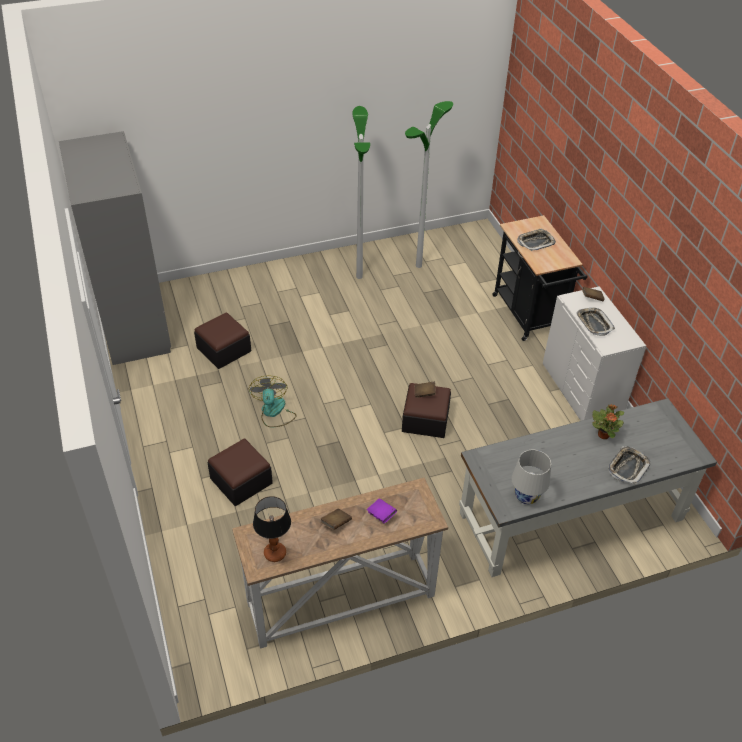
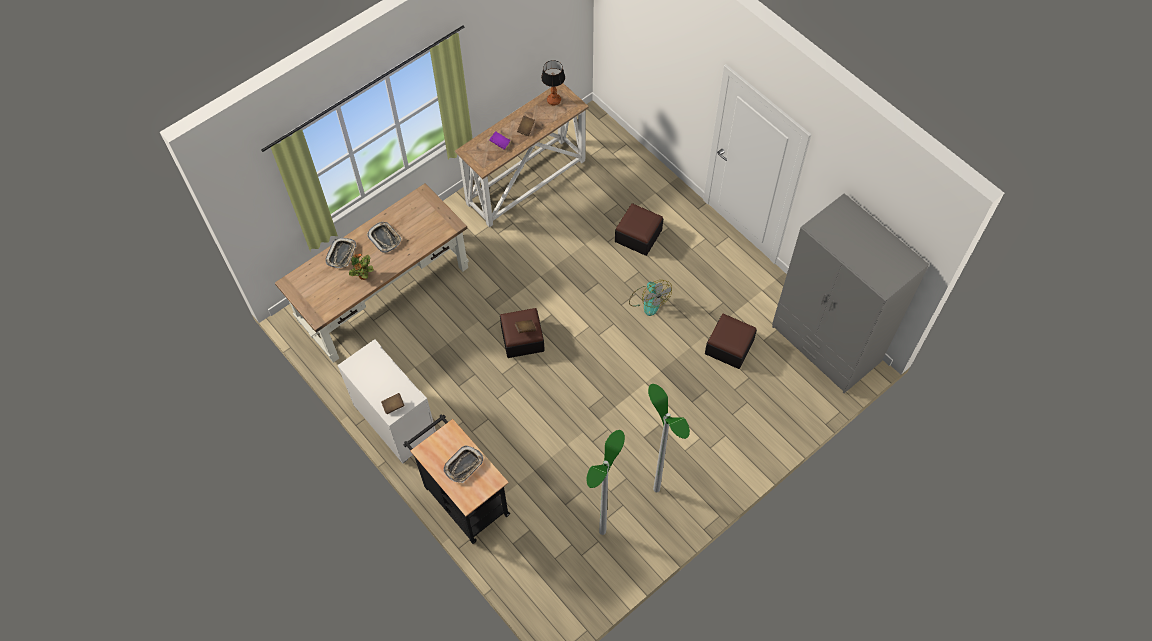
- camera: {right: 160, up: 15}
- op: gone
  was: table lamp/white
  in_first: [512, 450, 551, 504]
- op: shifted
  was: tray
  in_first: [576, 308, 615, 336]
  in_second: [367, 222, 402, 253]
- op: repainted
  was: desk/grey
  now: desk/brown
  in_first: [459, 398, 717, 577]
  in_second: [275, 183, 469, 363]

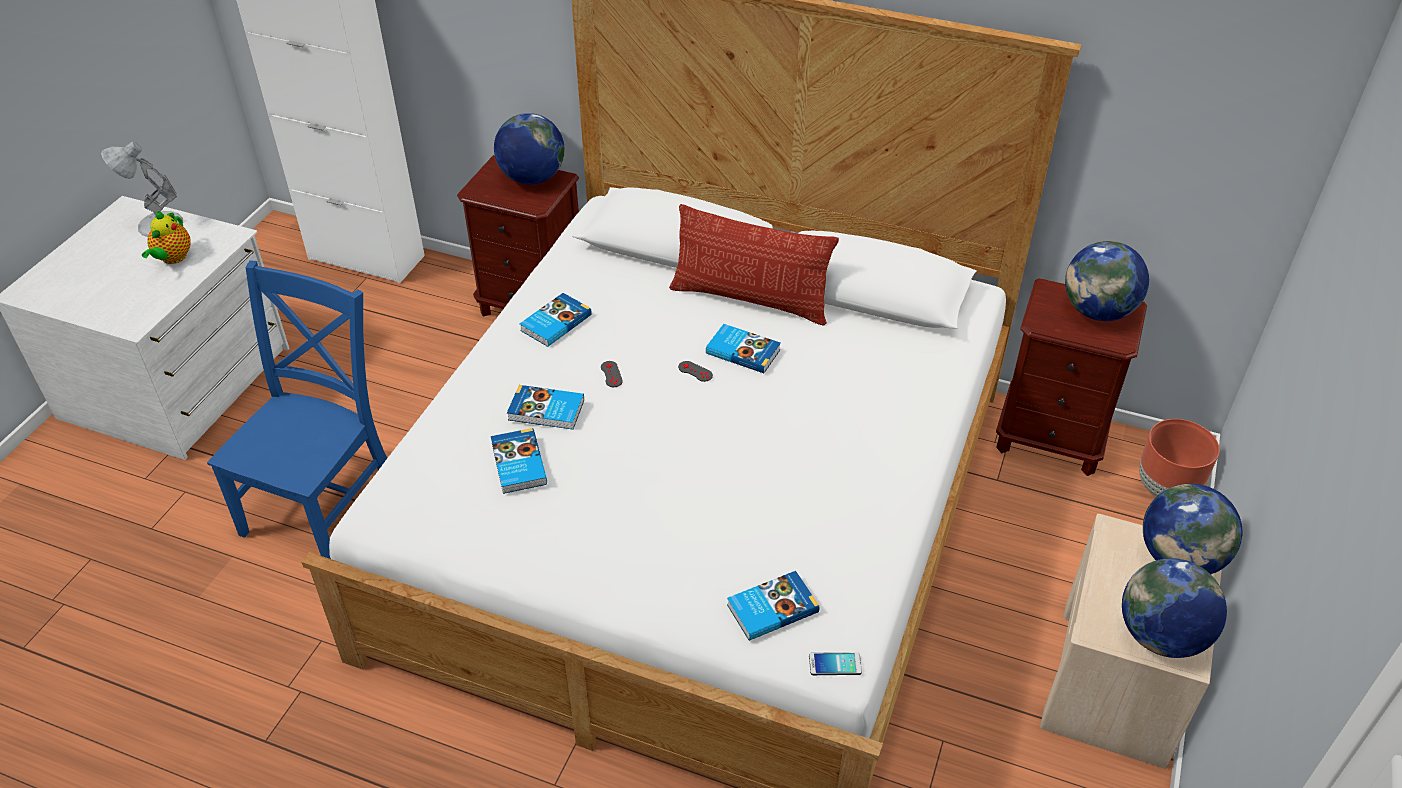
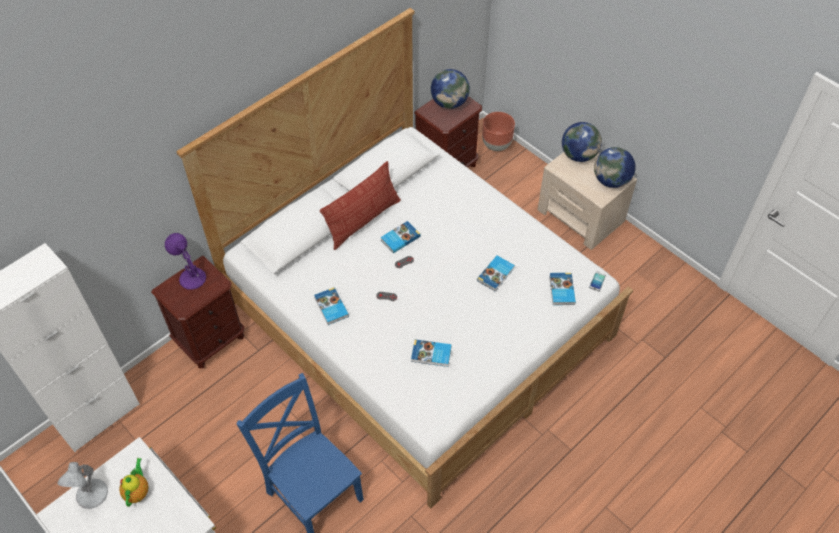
- camera: {right: -65, up: 10}
- op: shifted
  was: book
  in_first: [507, 385, 584, 430]
  in_second: [477, 255, 515, 291]
- op: swapped
  was: globe
  now: table lamp/purple
  in_first: [494, 113, 565, 185]
  in_second: [165, 233, 206, 290]
- op: rotated
  was: teapot
  in_first: [142, 211, 191, 264]
  in_second: [119, 458, 149, 507]
  clockwise: -120

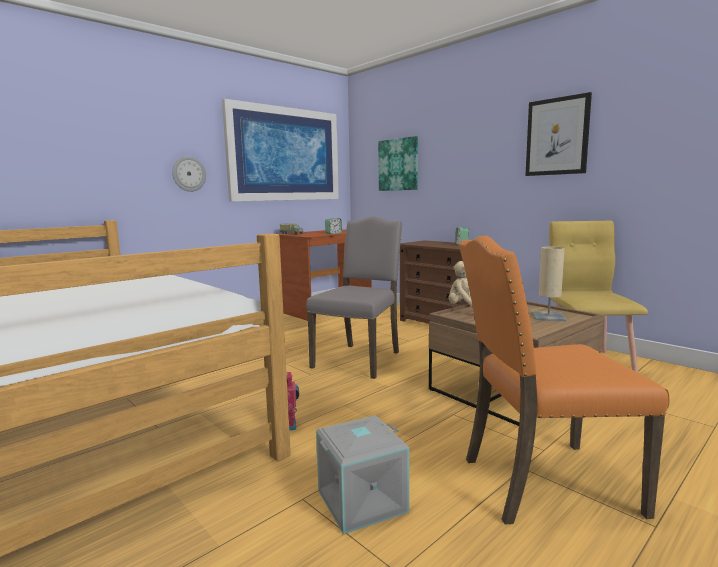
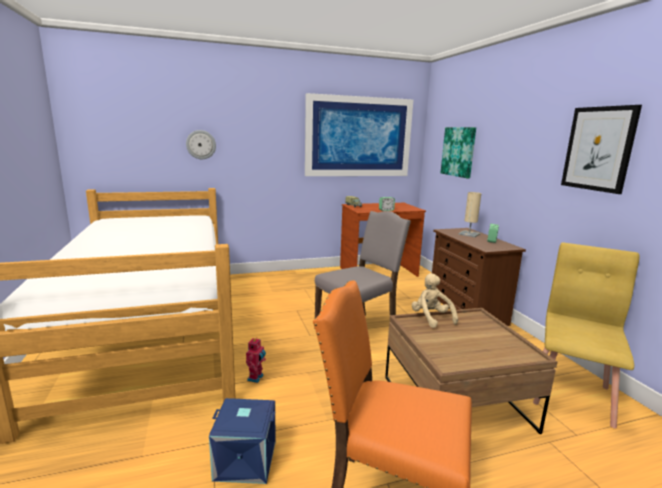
- camera: {right: 25, up: 5}
- op: shifted
  was: wall clock
  in_first: [172, 156, 206, 192]
  in_second: [186, 130, 216, 159]
- op: shifted
  was: table lamp/beige
  in_first: [532, 247, 567, 321]
  in_second: [458, 192, 481, 237]
- op: repainted
  was: storage box/grey
  now: storage box/blue
  in_first: [316, 415, 409, 534]
  in_second: [209, 398, 276, 484]

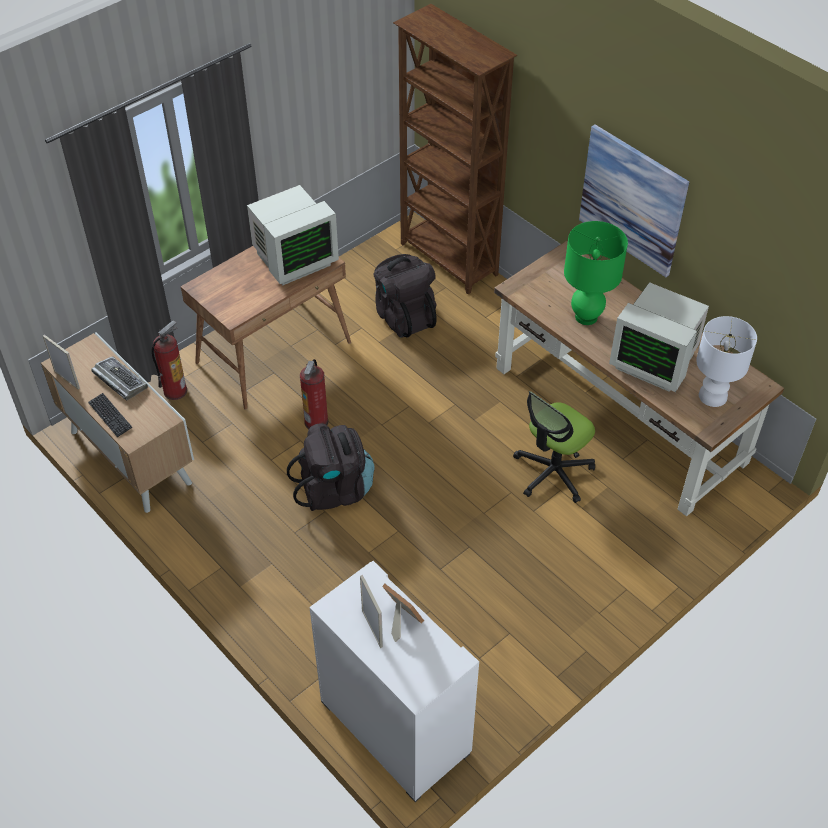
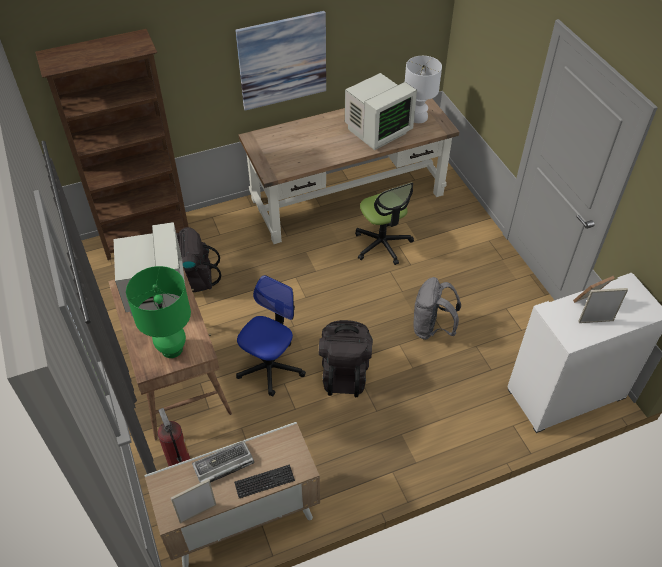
- camera: {right: -70, up: 0}
- op: new
  now: backpack/grey
  in_second: [414, 277, 461, 340]
- op: shifted
  was: table lamp/green
  in_first: [564, 221, 628, 325]
  in_second: [126, 266, 191, 358]
- op: swapped
  was: fire extinguisher
  now: office chair
  in_first: [300, 359, 328, 429]
  in_second: [236, 275, 306, 396]

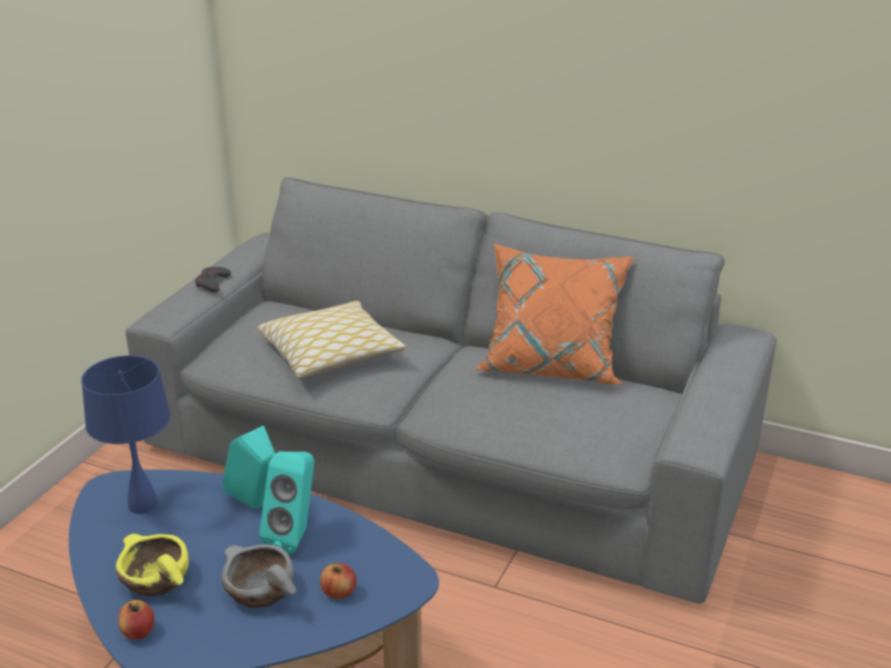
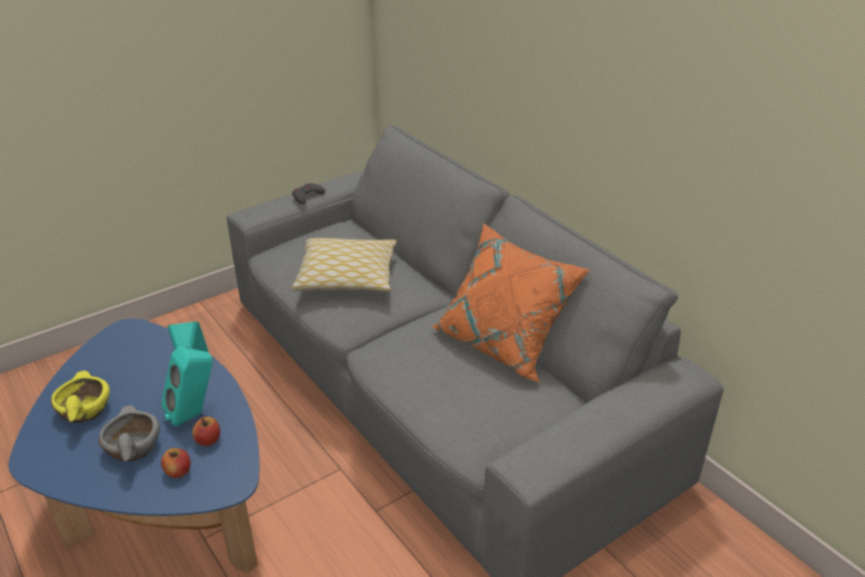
- camera: {right: 30, up: 5}
- op: gone
  was: table lamp/blue
  in_first: [81, 355, 171, 514]
- op: shifted
  was: apple
  in_first: [118, 600, 154, 640]
  in_second: [192, 417, 220, 446]

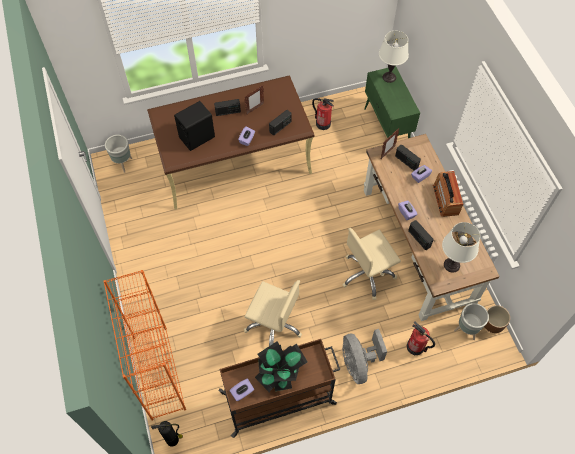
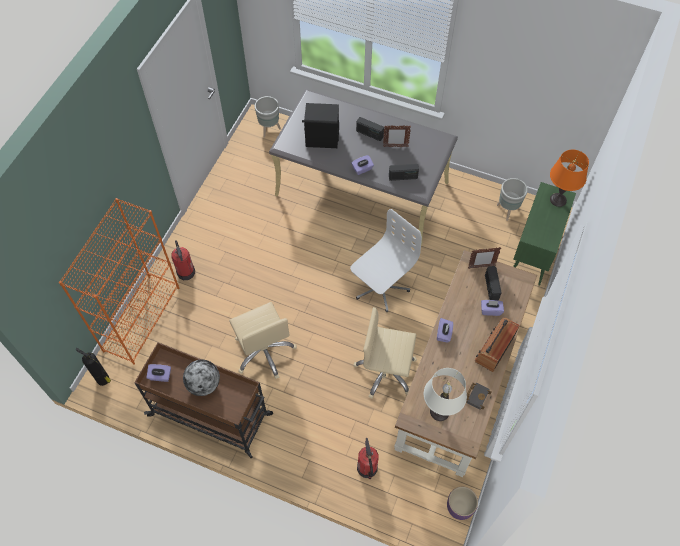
- camera: {right: 40, up: 0}
- op: gone
  was: fan/grey
  in_first: [342, 329, 387, 384]
- op: gone
  was: radio
  in_first: [408, 220, 434, 250]
- op: new
  now: office chair/white
  in_second: [350, 209, 422, 313]
- op: shifted
  was: fire extinguisher
  in_first: [312, 98, 334, 130]
  in_second: [171, 240, 195, 280]
- op: shifted
  was: planter/grey
  in_first: [454, 303, 489, 340]
  in_second: [497, 178, 528, 221]
- op: swapped
  was: potted plant
  now: globe
  in_first: [255, 342, 308, 392]
  in_second: [183, 360, 220, 396]
- op: repainted
  was: desk/brown
  now: desk/grey
  in_first: [147, 75, 314, 209]
  in_second: [269, 89, 458, 246]
- op: repainted
  was: table lamp/white
  now: table lamp/orange
  in_first: [379, 31, 409, 83]
  in_second: [550, 149, 589, 207]
- op: repainted
  was: planter/brown
  now: planter/purple
  in_first: [484, 305, 510, 333]
  in_second: [447, 487, 478, 520]

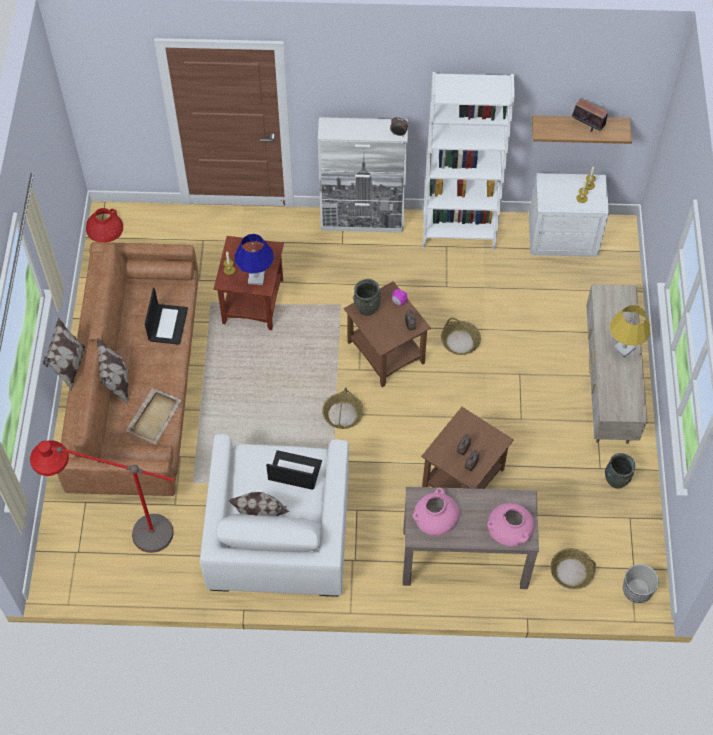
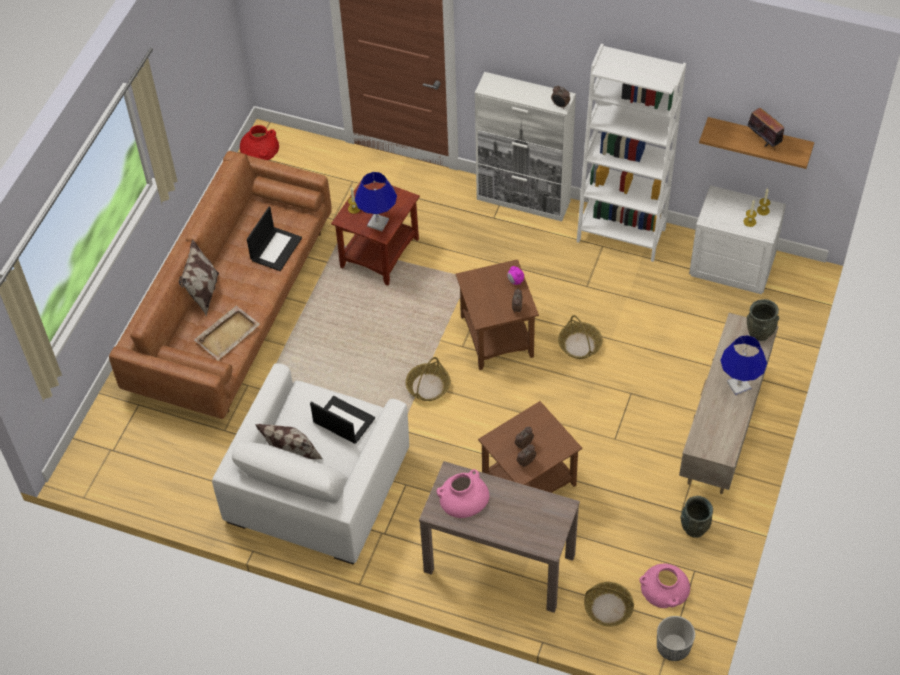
- camera: {right: 20, up: -5}
- op: gone
  was: floor lamp/red
  in_first: [30, 440, 174, 553]
- op: gone
  was: pillow
  in_first: [43, 317, 85, 391]
- op: shifted
  was: vase/grey
  in_first: [353, 279, 381, 316]
  in_second: [747, 299, 779, 341]
- op: shifted
  was: vase/pink
  in_first: [487, 503, 535, 546]
  in_second: [639, 564, 690, 608]
- op: repainted
  was: table lamp/yellow
  now: table lamp/blue
  in_first: [610, 305, 651, 357]
  in_second: [720, 335, 767, 395]

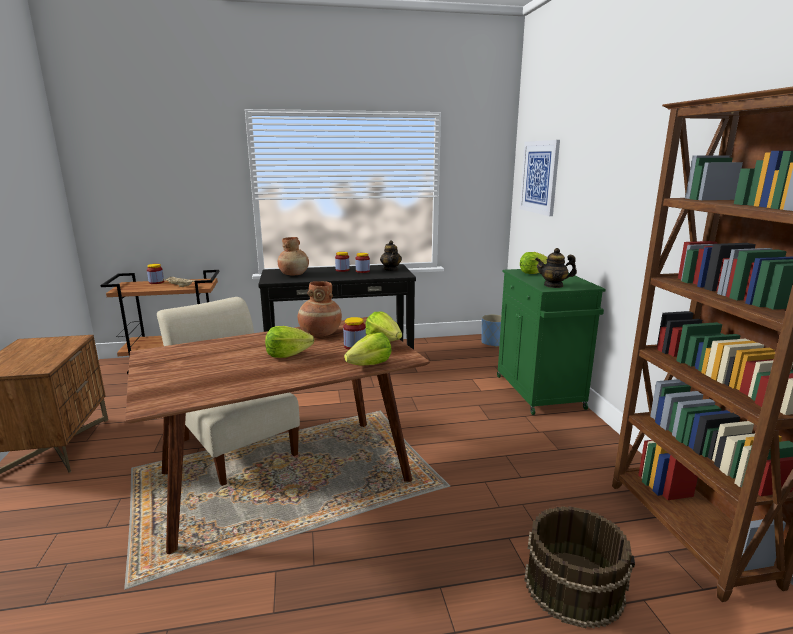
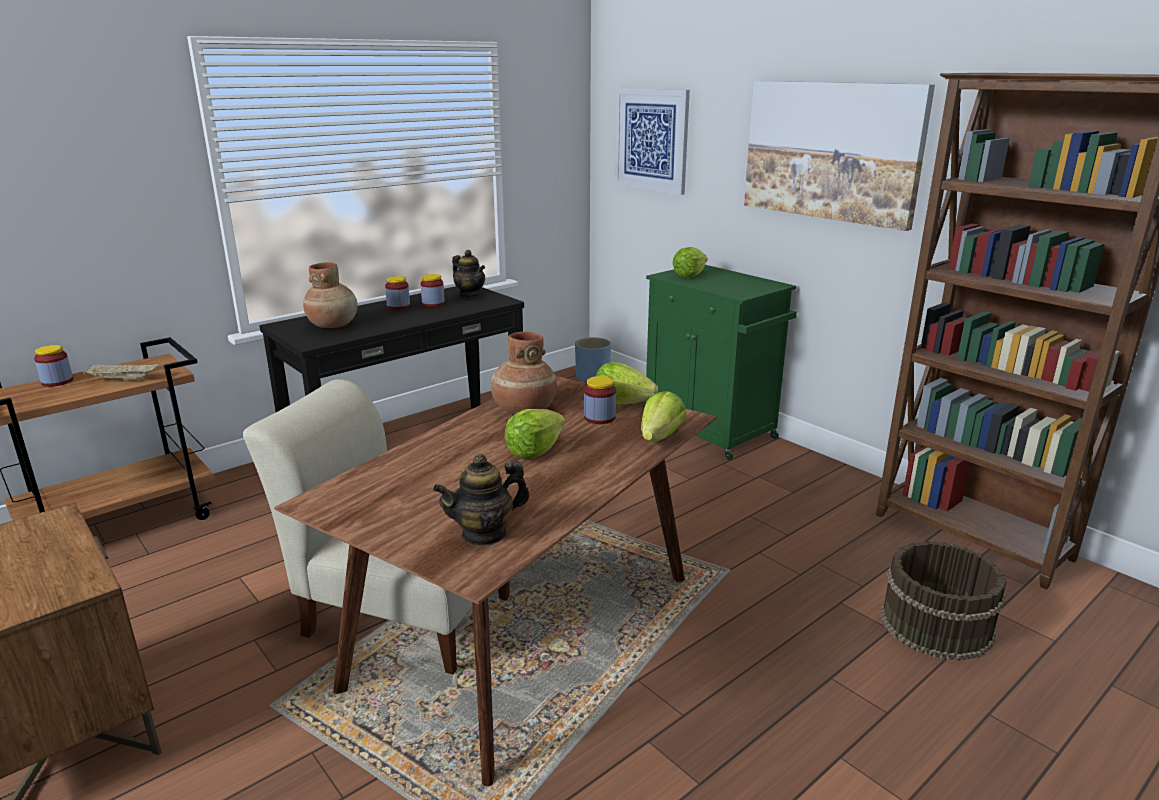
- camera: {right: -30, up: 5}
- op: new
  now: picture
  in_second: [744, 81, 935, 231]
- op: shifted
  was: teapot
  in_first: [535, 248, 577, 288]
  in_second: [433, 454, 530, 546]

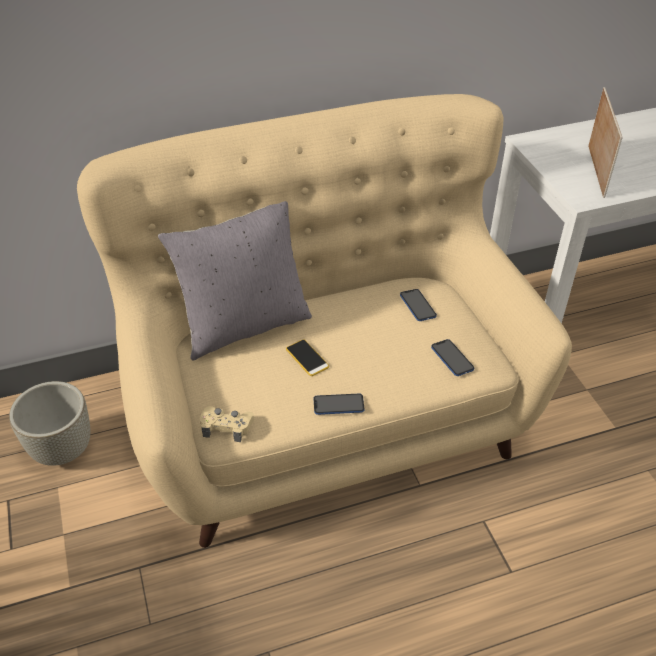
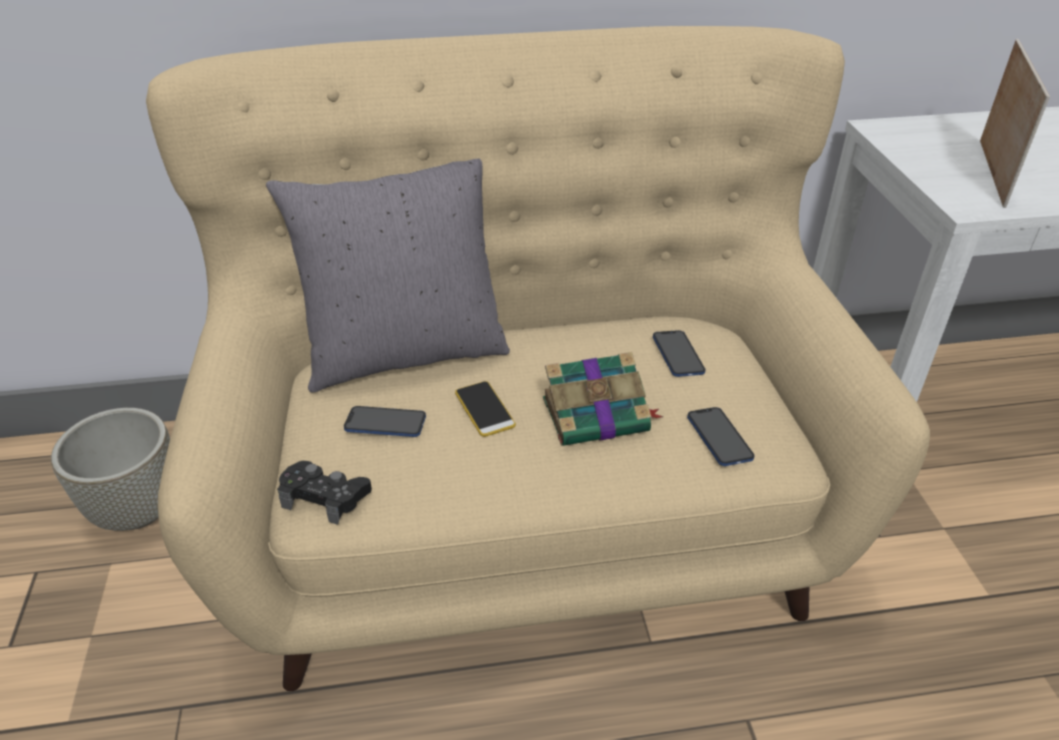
- camera: {right: 10, up: -5}
- op: new
  now: book
  in_second: [543, 352, 663, 446]
- op: shifted
  was: phone
  in_first: [313, 393, 365, 415]
  in_second: [344, 406, 426, 437]
- op: repainted
  was: game controller/beige
  now: game controller/black
  in_first: [200, 406, 254, 442]
  in_second: [277, 461, 372, 525]

